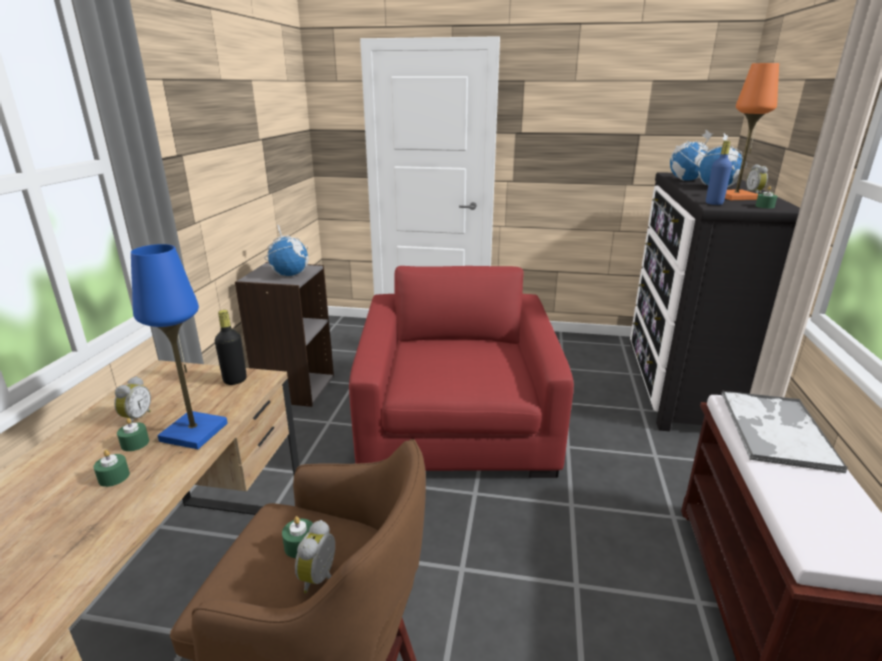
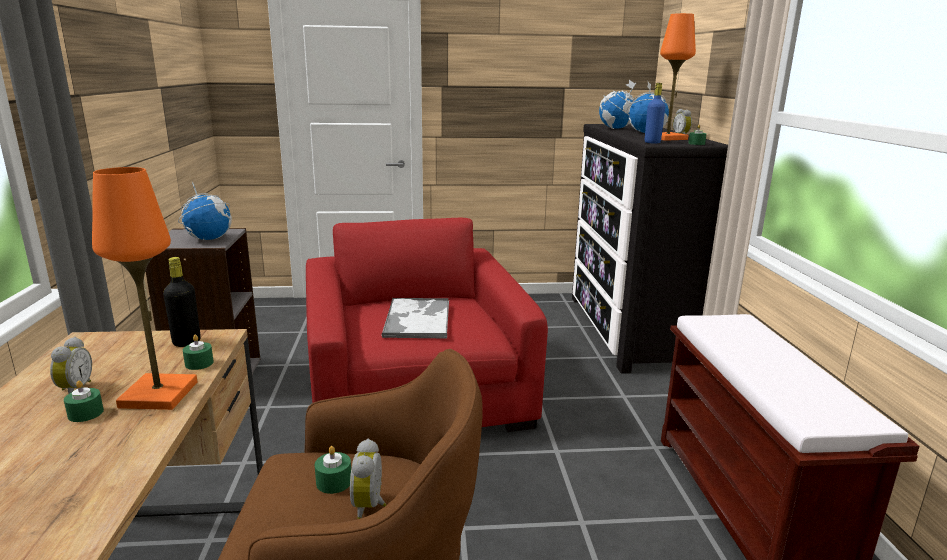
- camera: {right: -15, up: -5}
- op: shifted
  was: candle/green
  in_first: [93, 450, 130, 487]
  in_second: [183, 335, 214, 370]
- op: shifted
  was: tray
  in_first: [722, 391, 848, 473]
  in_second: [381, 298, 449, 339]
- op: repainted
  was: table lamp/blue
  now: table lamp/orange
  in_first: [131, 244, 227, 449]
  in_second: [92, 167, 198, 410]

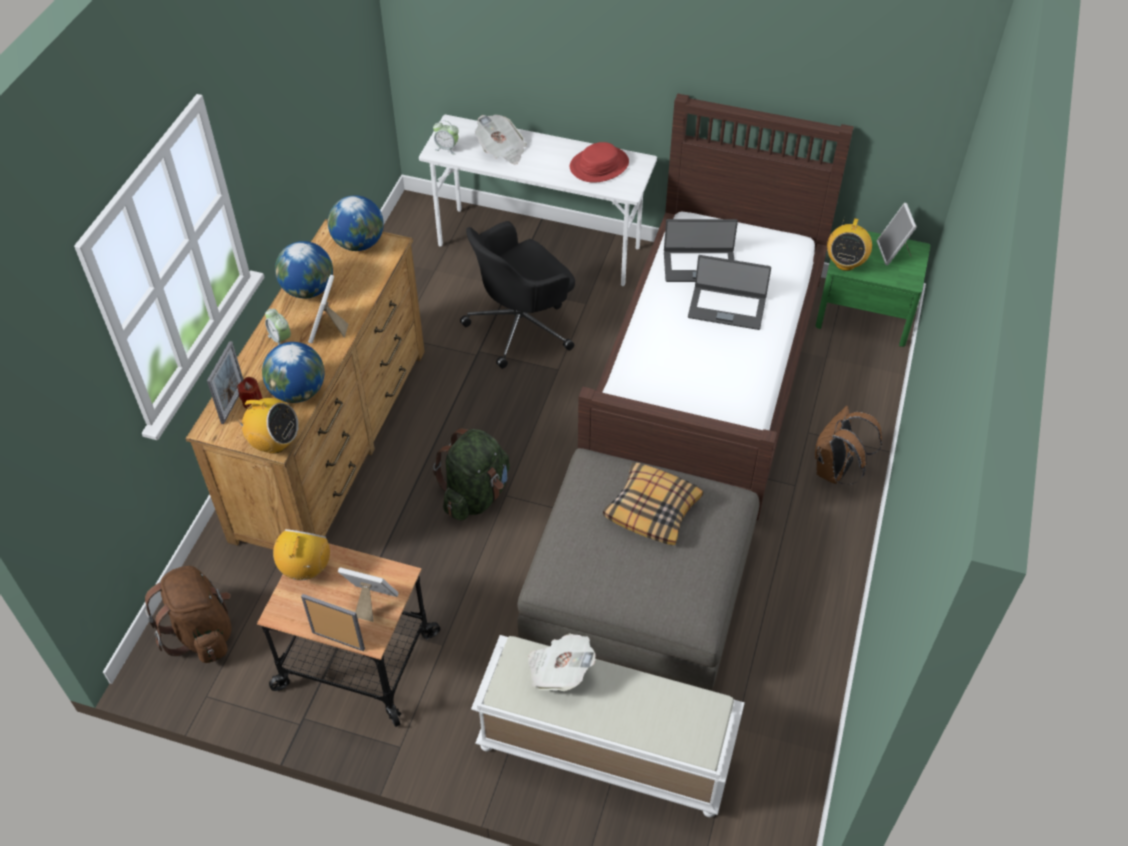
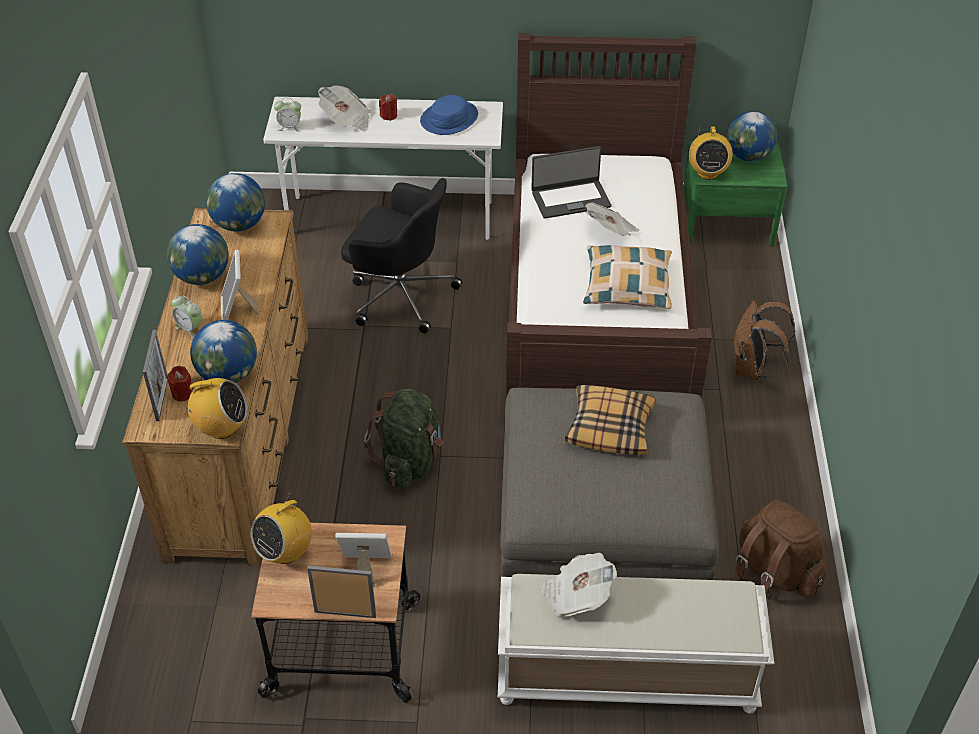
- camera: {right: -15, up: -5}
- op: new
  now: candle/red
  in_second: [379, 94, 397, 121]
- op: new
  now: pillow
  in_second: [583, 245, 672, 309]
- op: shifted
  was: backpack/brown
  in_first: [145, 566, 231, 663]
  in_second: [736, 500, 827, 600]
- op: swapped
  was: laptop
  now: newspaper
  in_first: [688, 255, 771, 330]
  in_second: [585, 203, 640, 236]
- op: swapped
  was: picture frame
  now: globe
  in_first: [877, 203, 917, 265]
  in_second: [727, 111, 777, 161]
- op: repainted
  was: hat/red
  now: hat/blue
  in_first: [570, 142, 629, 183]
  in_second: [420, 95, 478, 135]
- op: rotated
  was: radio
  in_first: [273, 529, 330, 580]
  in_second: [251, 491, 312, 564]
  clockwise: -135
- op: rotated
  was: office chair/black
  in_first: [460, 221, 575, 369]
  in_second: [341, 178, 462, 334]
  clockwise: -105

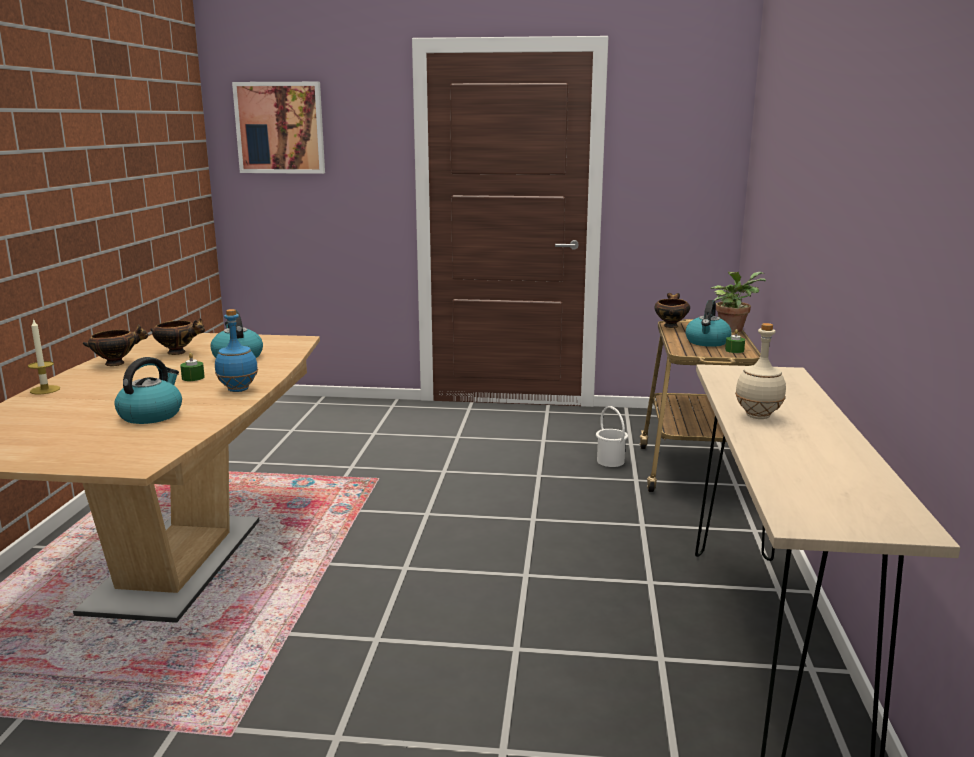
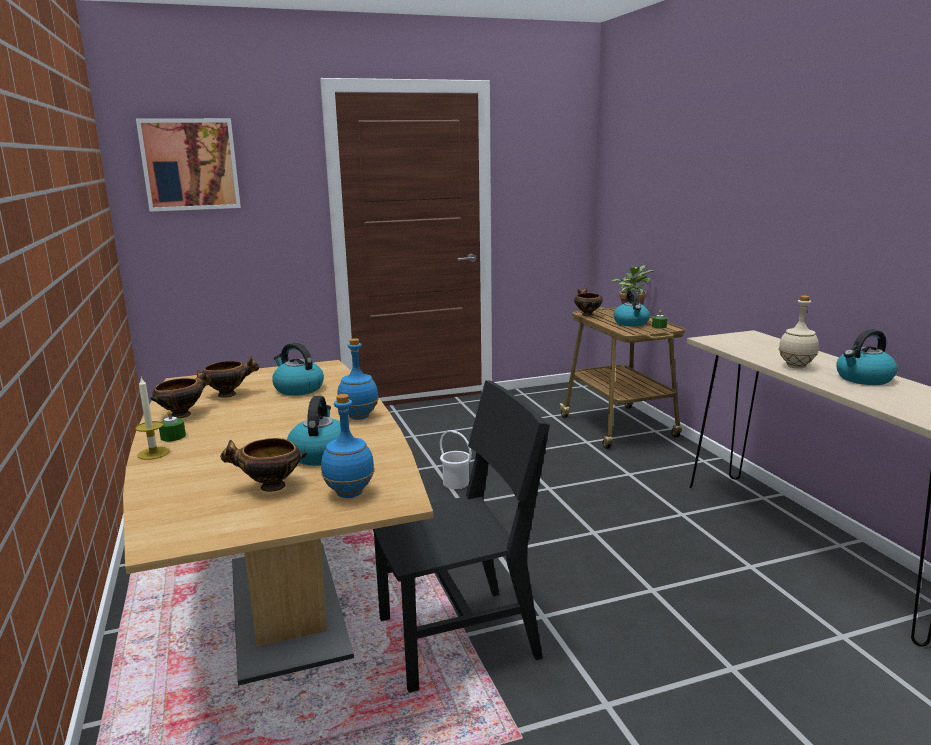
- camera: {right: -25, up: 0}
- op: new
  now: bowl
  in_second: [220, 438, 307, 492]
- op: new
  now: bottle/blue
  in_second: [321, 394, 375, 498]
- op: new
  now: chair/black
  in_second: [373, 381, 550, 693]
- op: new
  now: kettle
  in_second: [836, 329, 897, 385]
- op: shifted
  was: candle/green
  in_first: [180, 353, 205, 381]
  in_second: [159, 410, 186, 442]
- op: shifted
  was: bucket/white
  in_first: [596, 406, 628, 467]
  in_second: [440, 430, 472, 489]

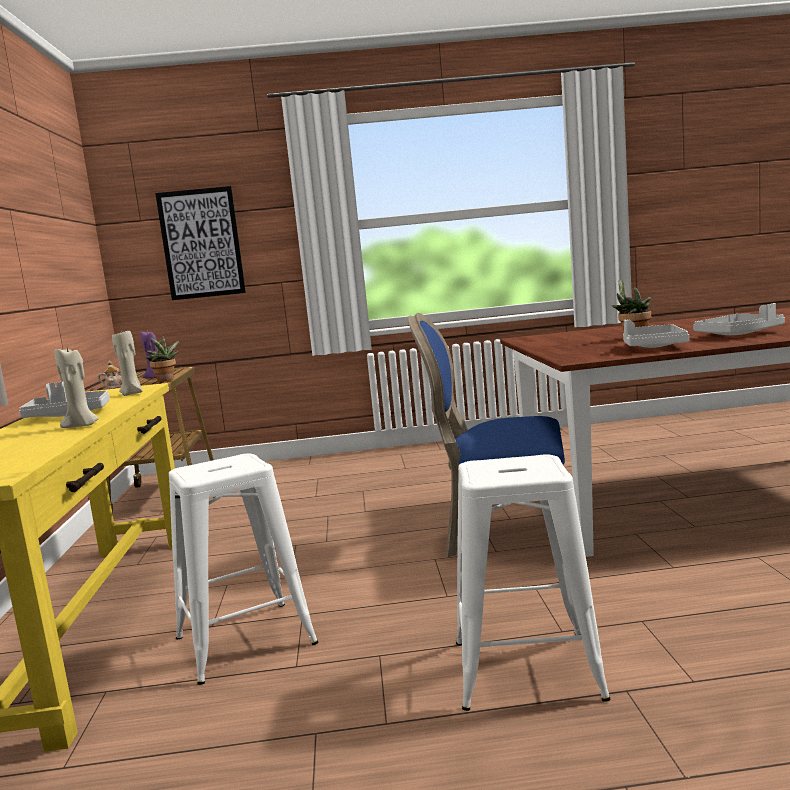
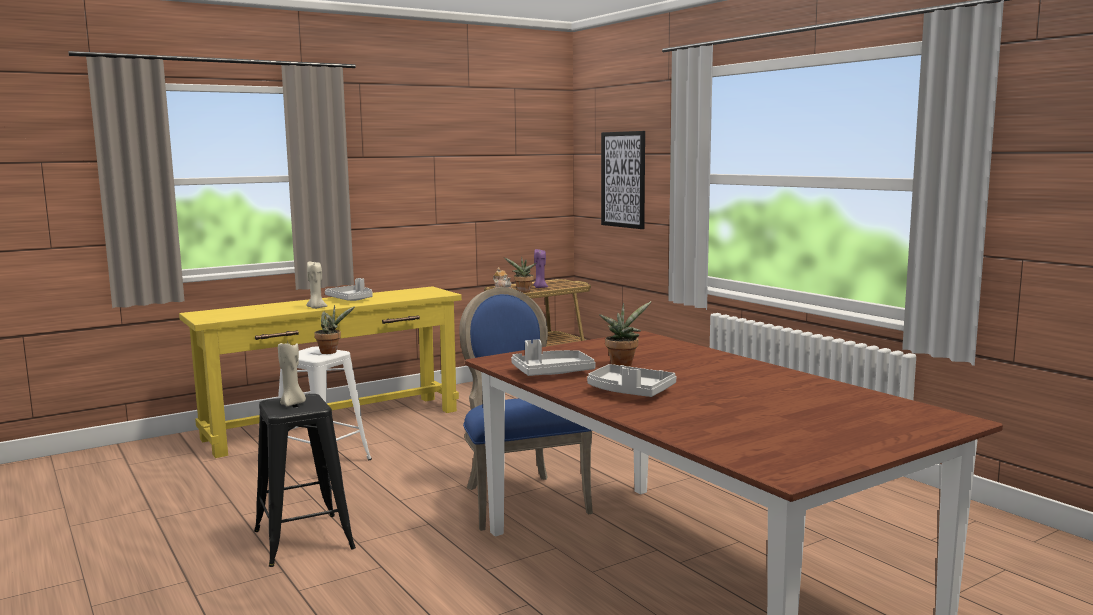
- camera: {right: 60, up: 0}
- op: new
  now: potted plant
  in_second: [314, 305, 355, 354]
- op: shifted
  was: candle/beige
  in_first: [112, 331, 142, 396]
  in_second: [278, 343, 306, 407]
- op: repainted
  was: stool/white
  now: stool/black
  in_first: [456, 454, 611, 711]
  in_second: [254, 394, 356, 567]

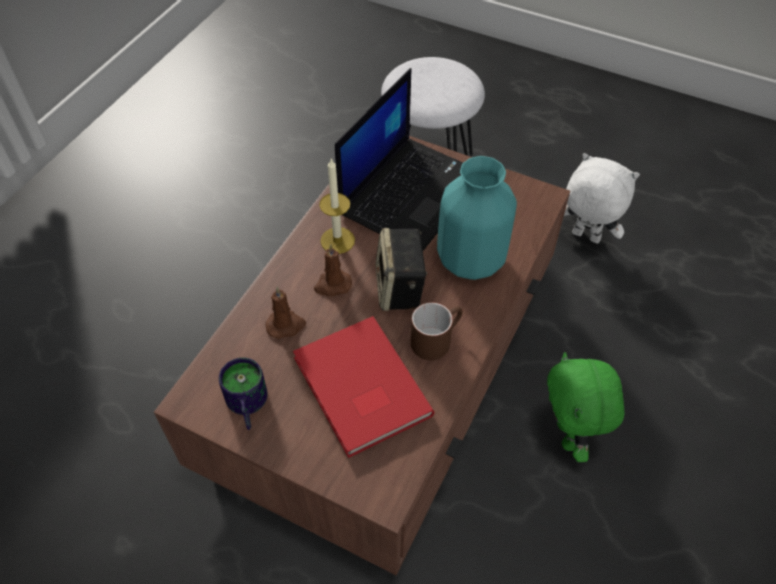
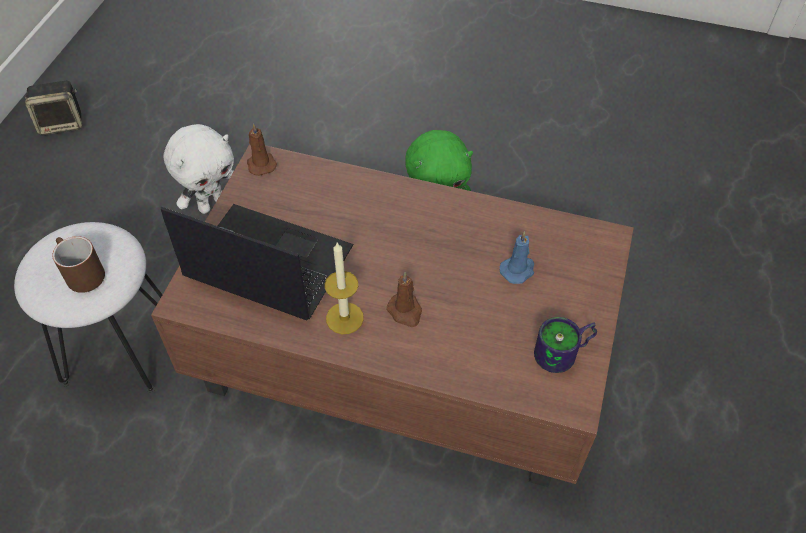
- camera: {right: -100, up: 0}
- op: gone
  was: vase/turquoise
  in_first: [437, 156, 517, 280]
- op: shifted
  was: candle/brown
  in_first: [265, 287, 306, 339]
  in_second: [247, 123, 277, 176]
- op: shifted
  was: speaker
  in_first: [376, 228, 427, 311]
  in_second: [25, 81, 82, 135]
- op: shifted
  was: mug/brown
  in_first: [411, 302, 463, 360]
  in_second: [52, 236, 105, 293]
- op: swapped
  was: book/red
  now: candle/blue
  in_first: [293, 316, 435, 458]
  in_second: [499, 231, 534, 284]
- op: rotated
  was: plush toy/white
  in_first: [564, 153, 640, 244]
  in_second: [163, 124, 234, 214]
  clockwise: -150

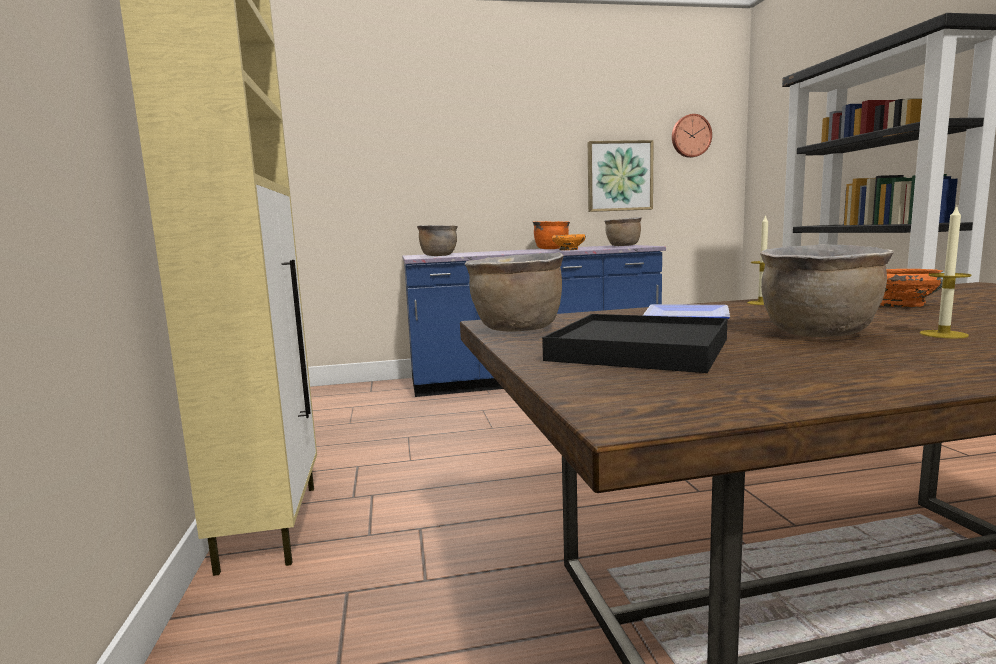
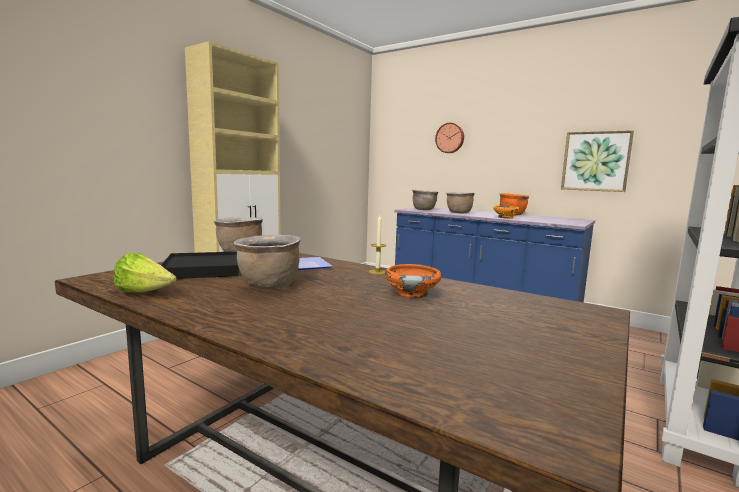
- camera: {right: 45, up: 0}
- op: gone
  was: candle
  in_first: [919, 205, 971, 338]
- op: new
  now: lettuce
  in_second: [114, 253, 177, 293]
- op: shifted
  was: cooking pot/brown
  in_first: [604, 217, 642, 246]
  in_second: [446, 193, 475, 213]
- op: shifted
  was: wall clock
  in_first: [672, 114, 712, 158]
  in_second: [435, 123, 464, 153]

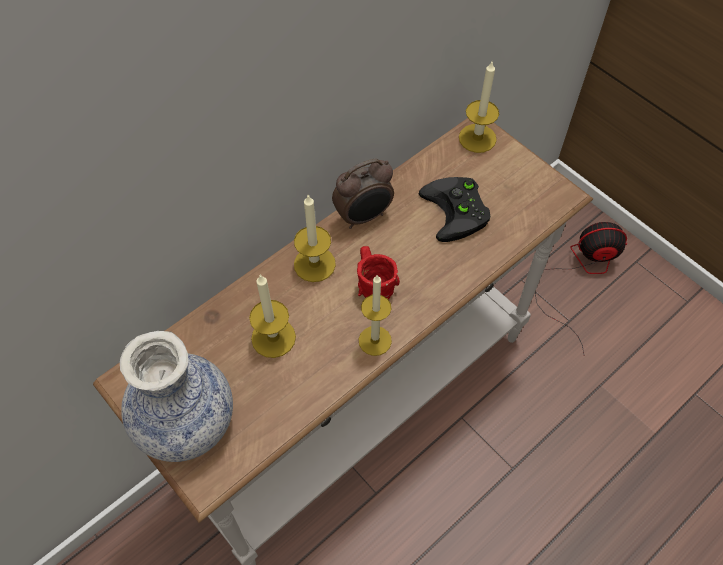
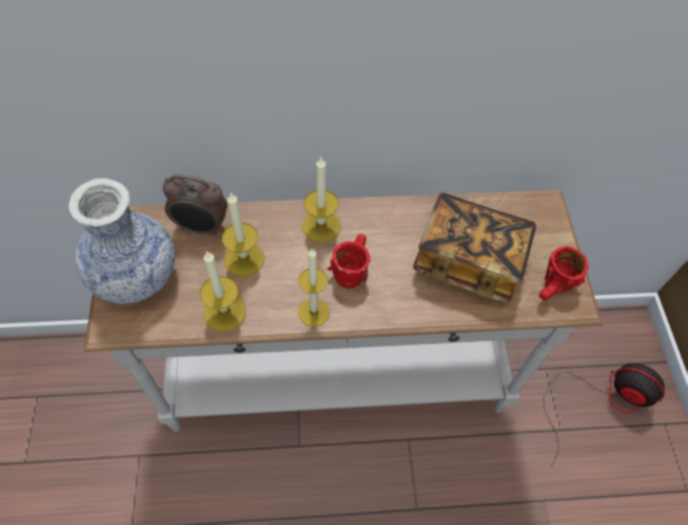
- camera: {right: 35, up: 0}
- op: new
  now: mug/red
  in_second: [539, 246, 589, 300]
- op: shifted
  was: alarm clock
  in_first: [332, 159, 394, 229]
  in_second: [163, 174, 227, 236]
- op: shifted
  was: candle
  in_first: [459, 60, 499, 153]
  in_second: [200, 252, 246, 332]
- op: swapped
  was: game controller/black
  now: book
  in_first: [419, 177, 490, 242]
  in_second: [413, 193, 536, 302]

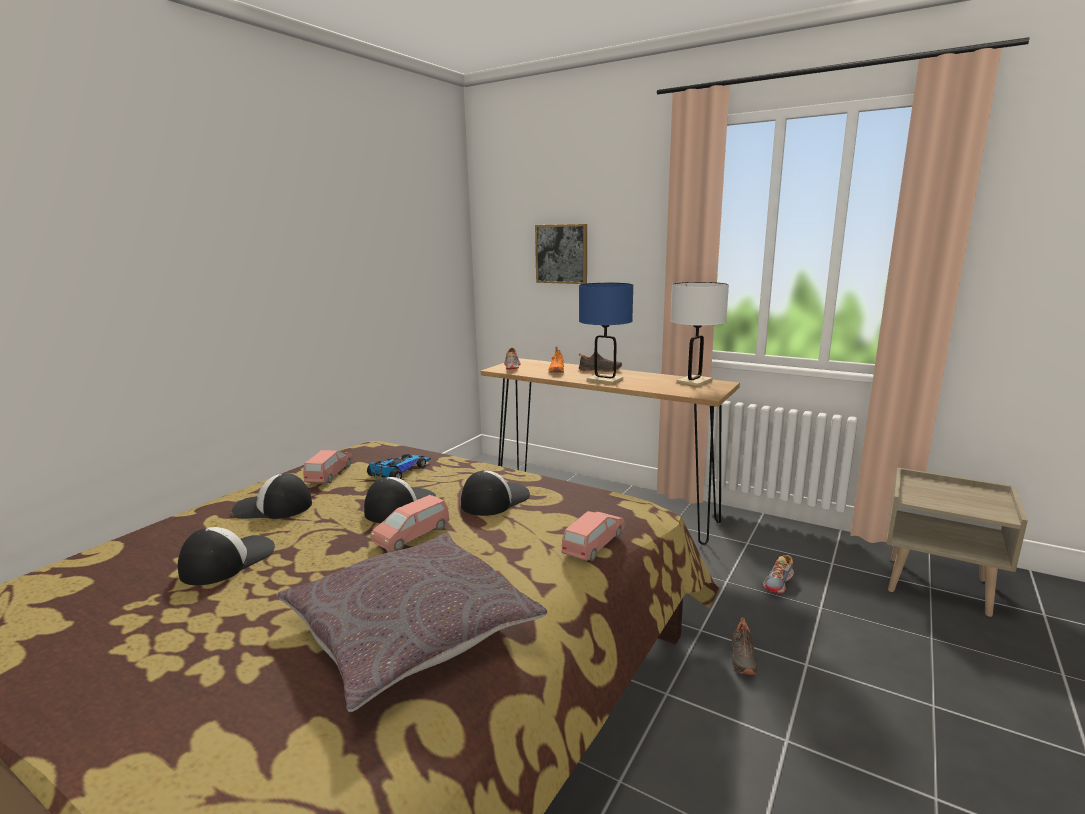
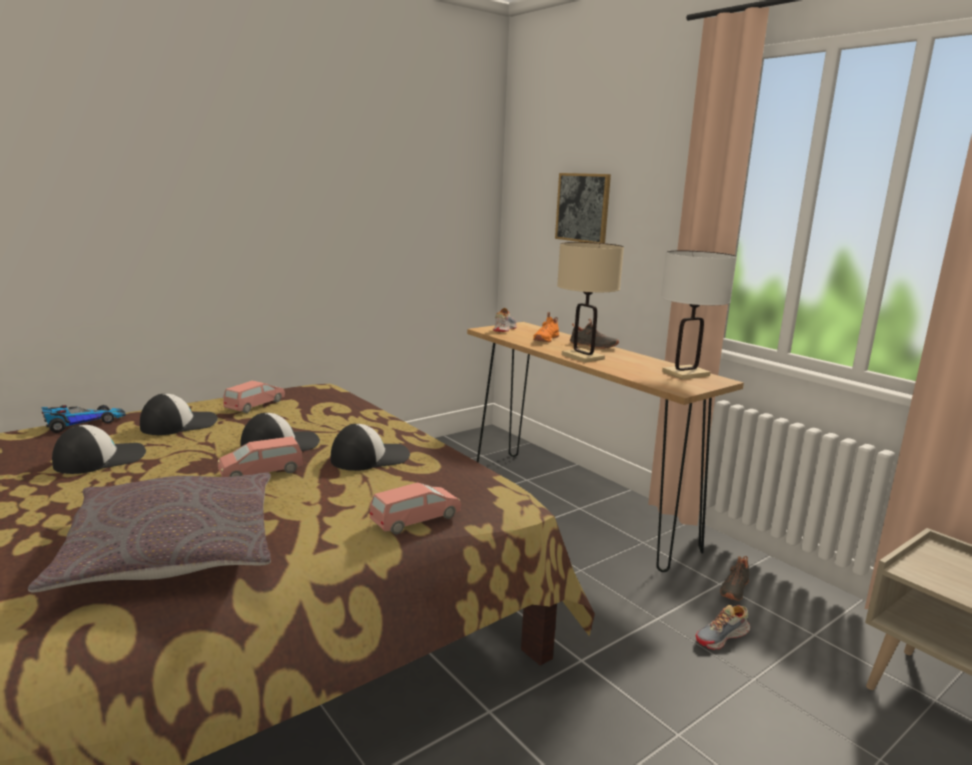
- camera: {right: 20, up: 0}
- op: shifted
  was: toy car
  in_first: [367, 454, 431, 479]
  in_second: [41, 405, 126, 433]
- op: shifted
  was: shoe/black
  in_first: [731, 617, 757, 675]
  in_second: [720, 556, 749, 601]
- op: repainted
  was: table lamp/blue
  now: table lamp/beige
  in_first: [579, 283, 633, 385]
  in_second: [557, 242, 624, 363]
- op: rotated
  was: cap
  in_first: [232, 473, 312, 519]
  in_second: [140, 394, 218, 435]
  clockwise: 120

